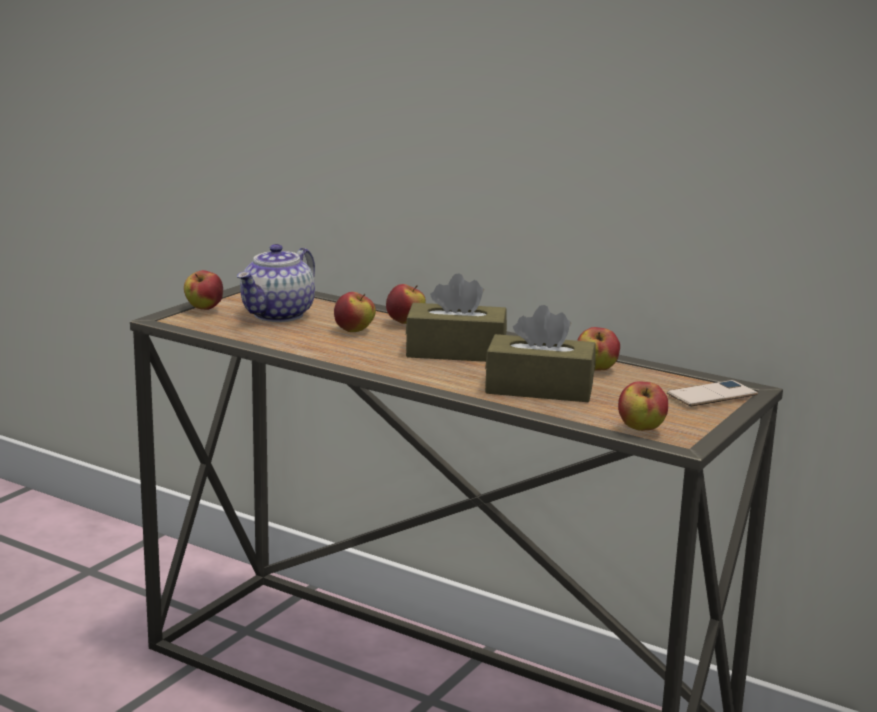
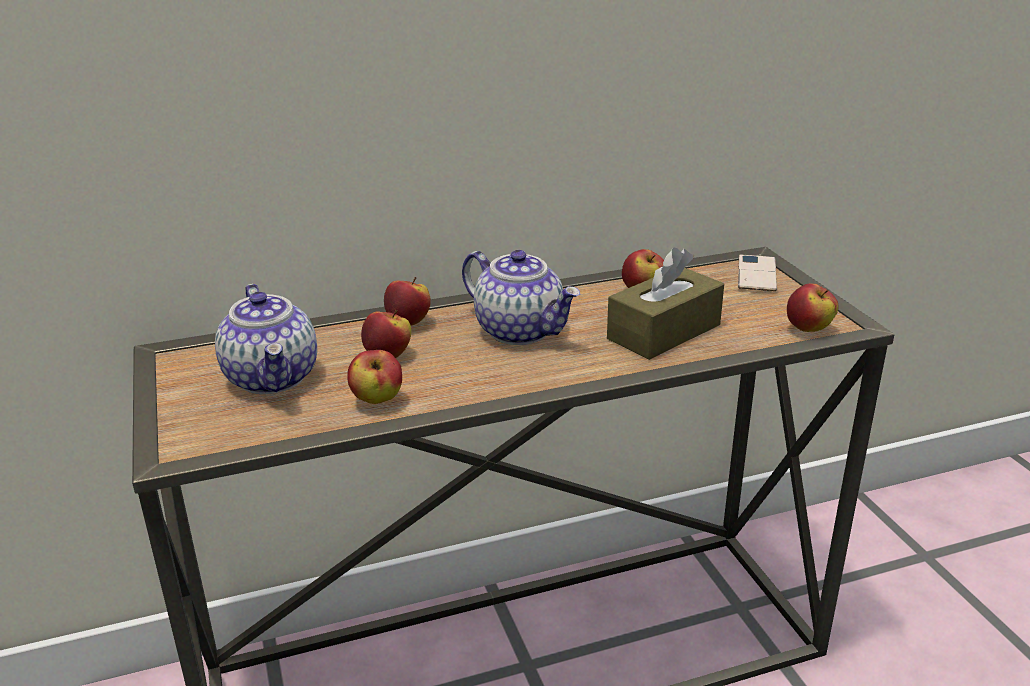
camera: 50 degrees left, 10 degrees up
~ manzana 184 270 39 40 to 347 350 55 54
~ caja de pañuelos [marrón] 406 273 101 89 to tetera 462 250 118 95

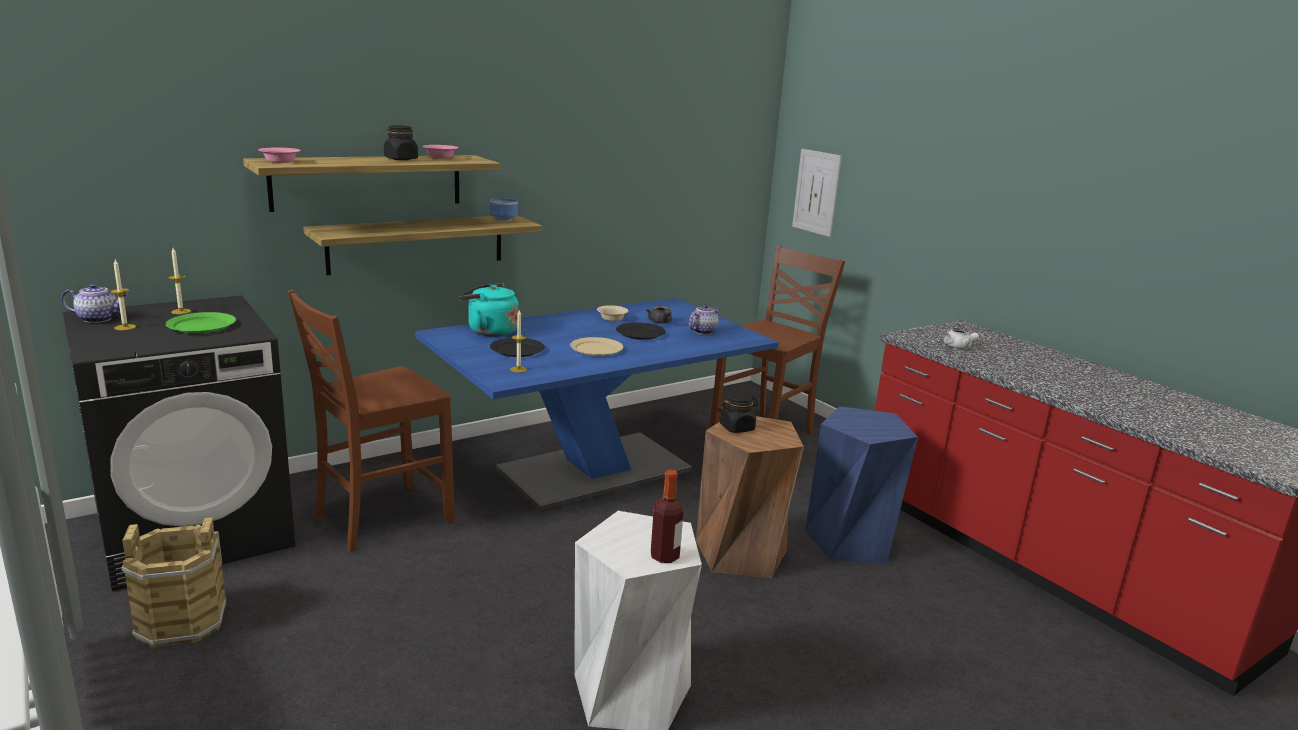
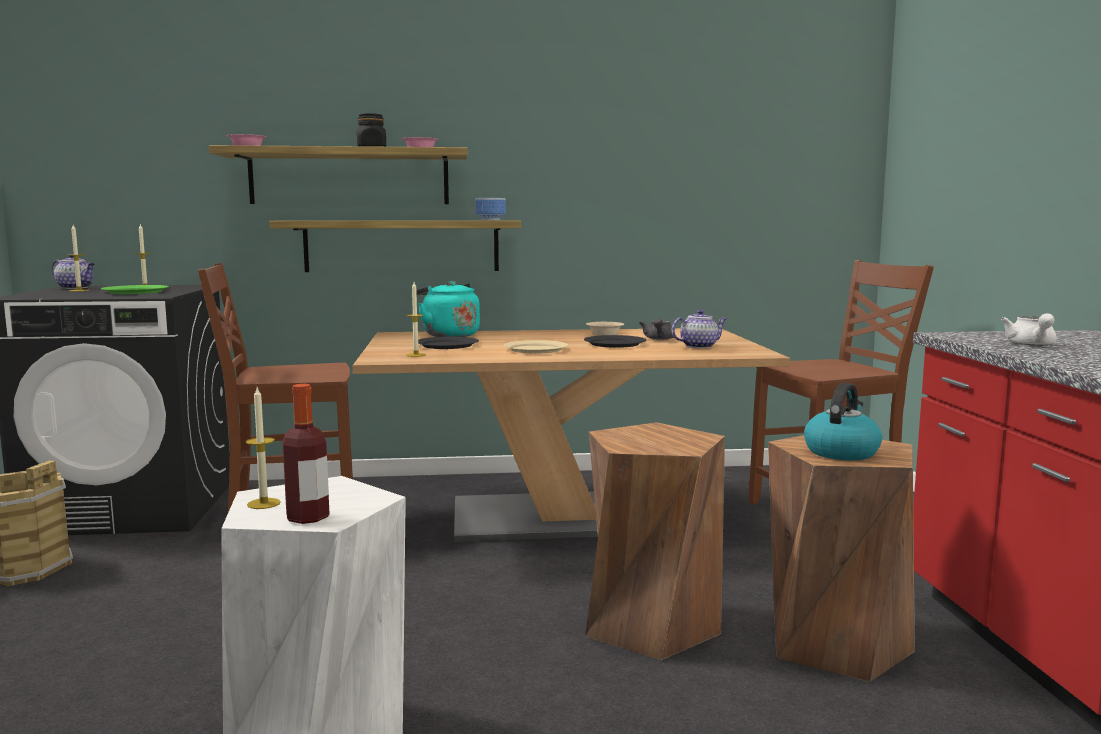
camera: 30 degrees right, 10 degrees down
- tarro [negro] 720 392 38 41
- cuadro 792 149 50 88
+ vela 246 388 35 121
+ hervidor 804 383 78 77
~ mesa de comedor [azul] 415 298 364 213 to mesa de comedor [marrón] 353 328 437 214
~ taburete [azul] 805 406 113 158 to taburete [marrón] 768 435 147 247

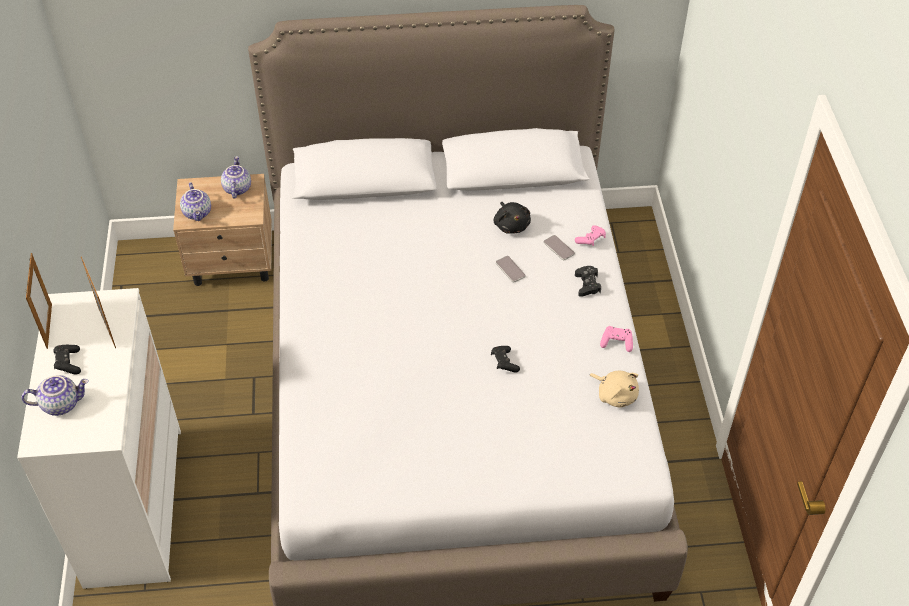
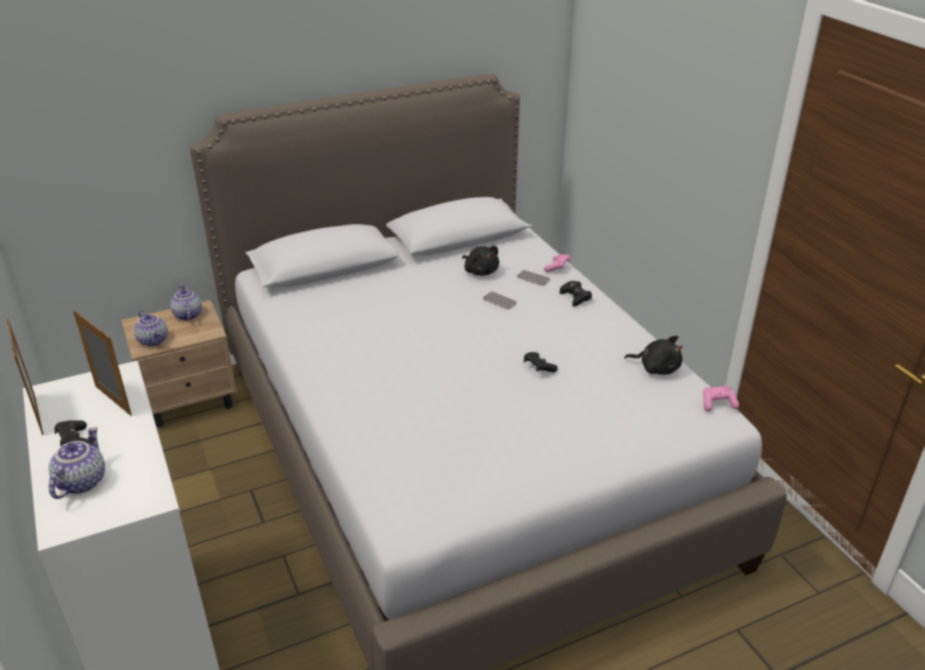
camera: 20 degrees left, 15 degrees down
~ mando de consola [rosa] 600 326 33 26 to 703 386 36 26
~ peluche [beis] 589 371 50 37 to peluche [negro] 625 336 58 39
~ tetera 22 375 67 41 = 49 427 56 72 45 degrees counterclockwise

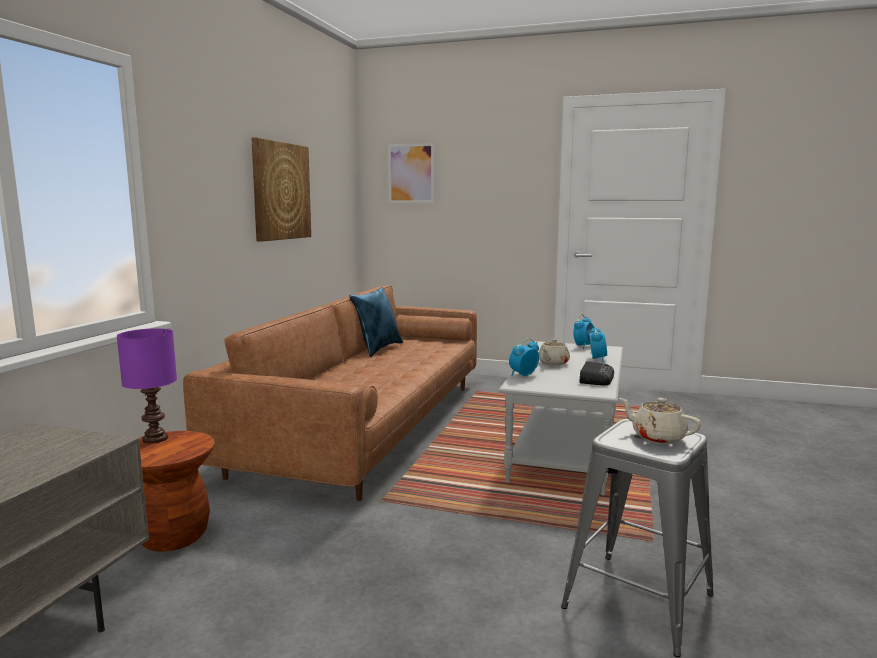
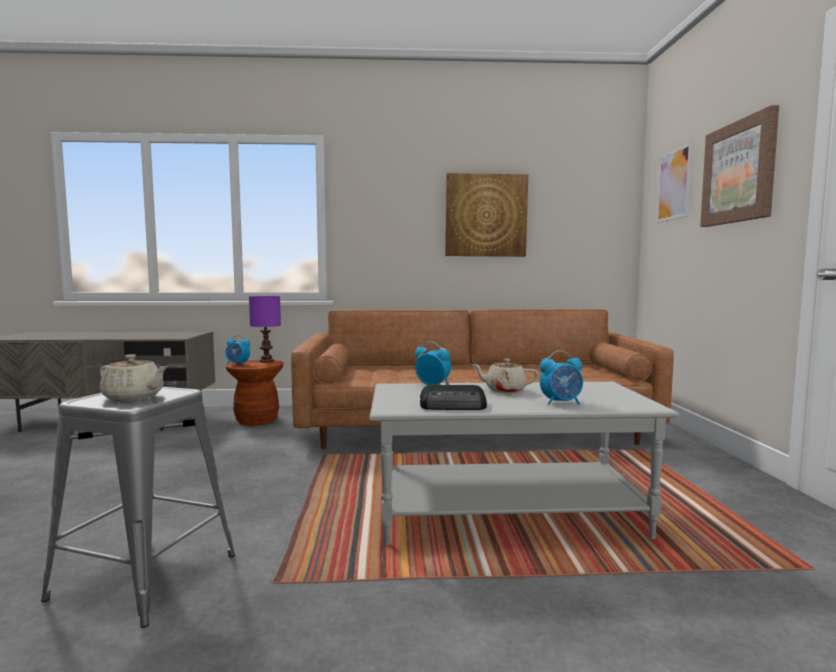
camera: 70 degrees right, 5 degrees down
- cojín [azul] 350 287 53 70
+ cuadro 700 105 79 122
~ despertador 573 314 21 35 to 225 335 25 30
~ tetera [beis] 619 398 82 46 = 100 354 68 47 90 degrees clockwise

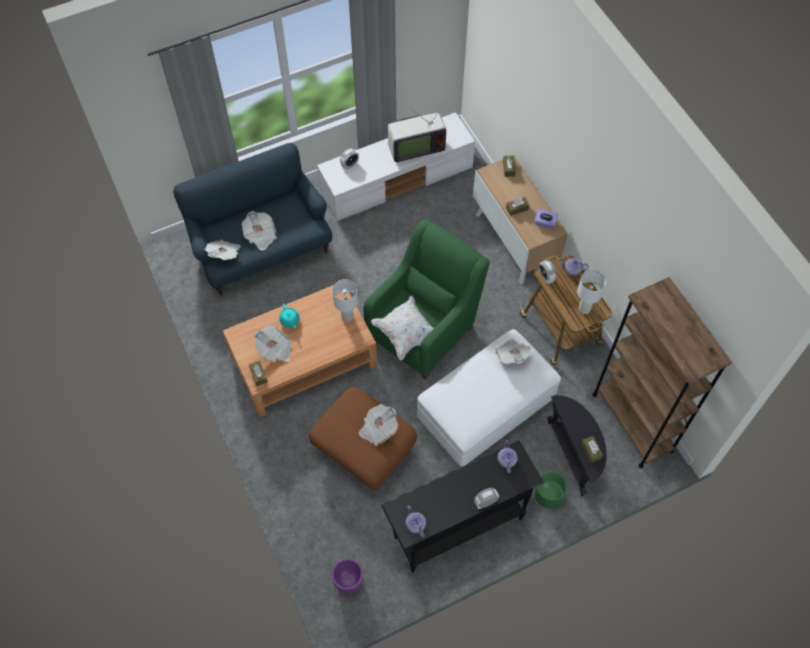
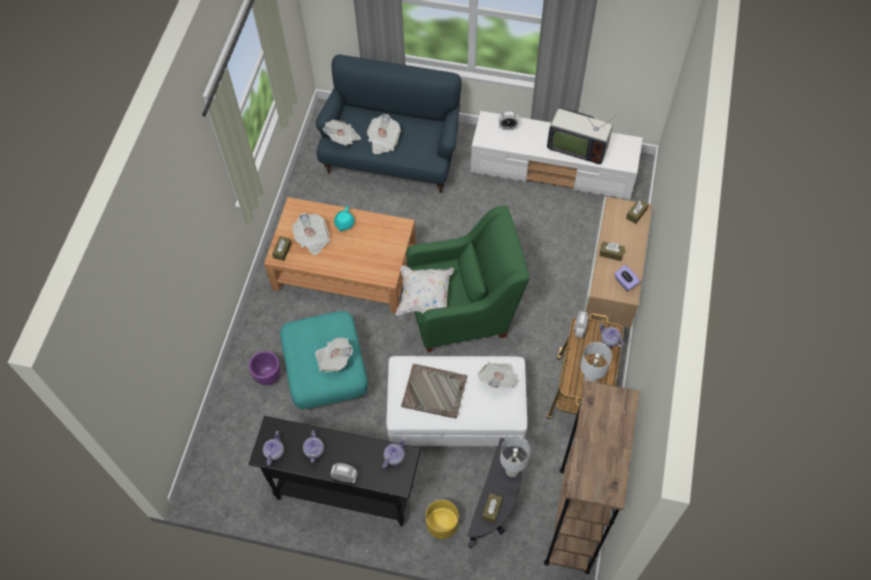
camera: 40 degrees right, 0 degrees up
+ tetera 303 430 21 32
+ bandeja [gris] 401 364 67 54
~ lámpara de mesa [blanco] 332 279 26 43 to 500 436 30 41
~ maceta [morado] 332 558 31 36 to 249 351 32 34
~ puf [marrón] 309 387 108 103 to puf [turquesa] 280 311 88 101
~ maceta [verde] 534 471 33 37 to maceta [amarillo] 426 500 33 39

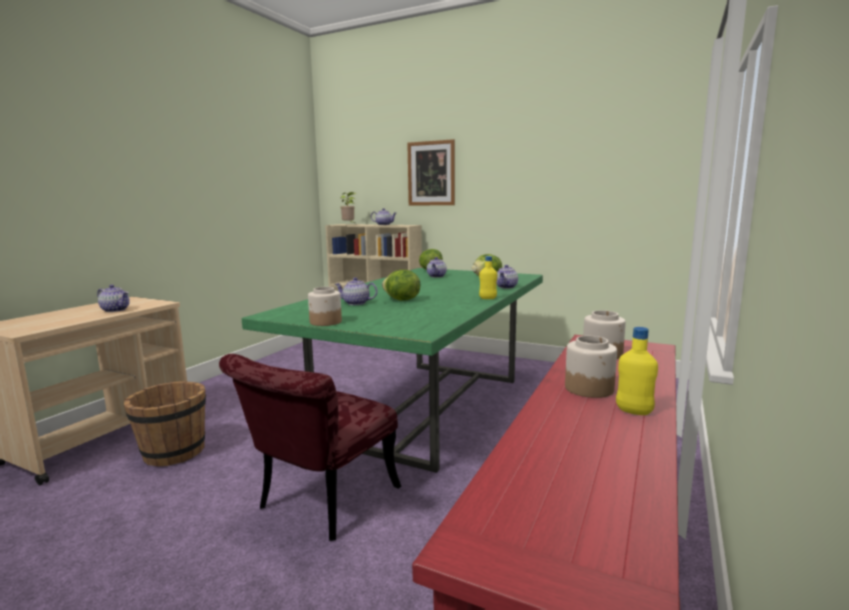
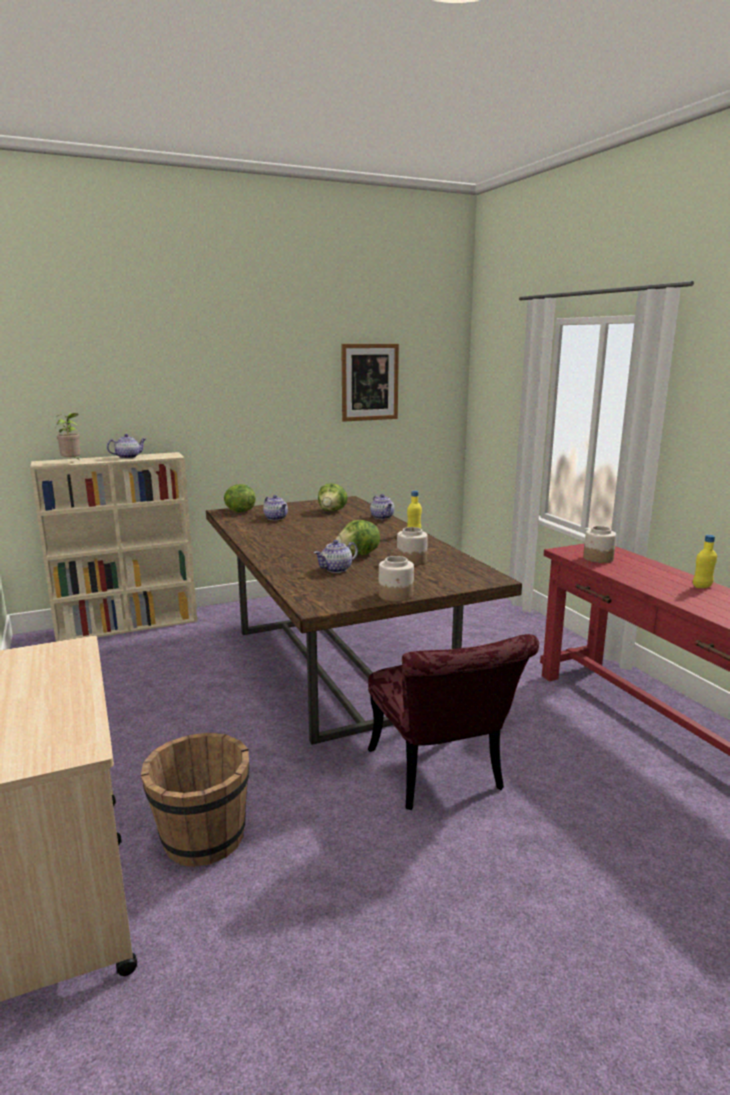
camera: 50 degrees left, 5 degrees up
- tetera 97 285 33 27
~ cuadro 407 139 48 67 to 341 344 58 78
~ tarro 565 336 52 62 to 397 527 31 39
~ mesa de comedor [verde] 242 268 301 205 to mesa de comedor [marrón] 206 496 316 249

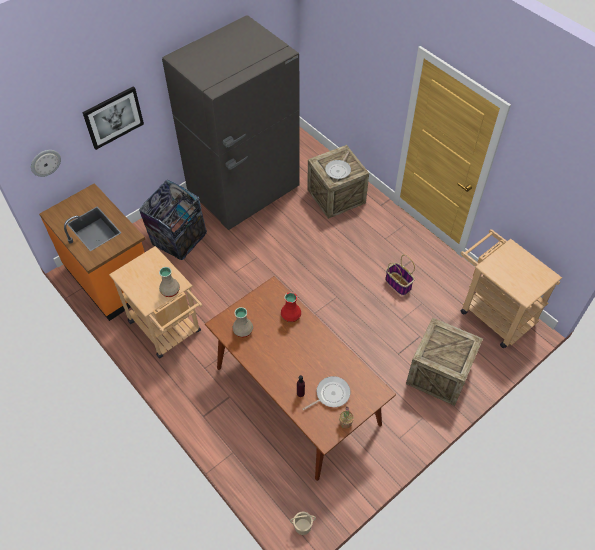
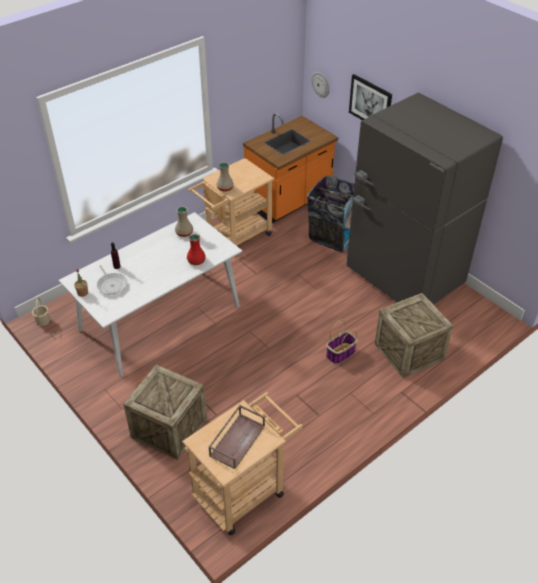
camera: 90 degrees right, 10 degrees down
- sartén 325 152 26 27
+ bandeja [marrón] 208 405 57 64
~ cesta 385 255 30 41 to 326 320 31 44
~ mesa de comedor [marrón] 205 276 191 205 to mesa de comedor [blanco] 59 212 184 165

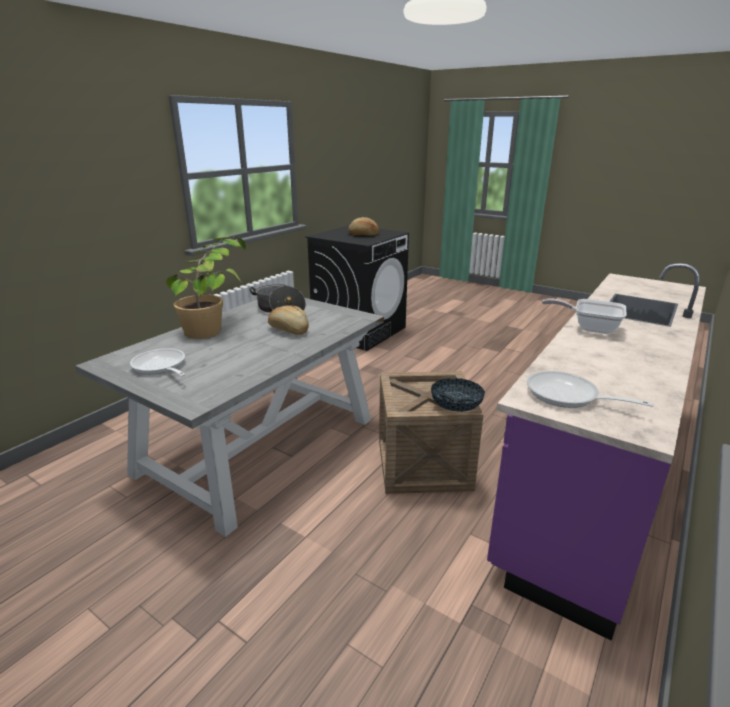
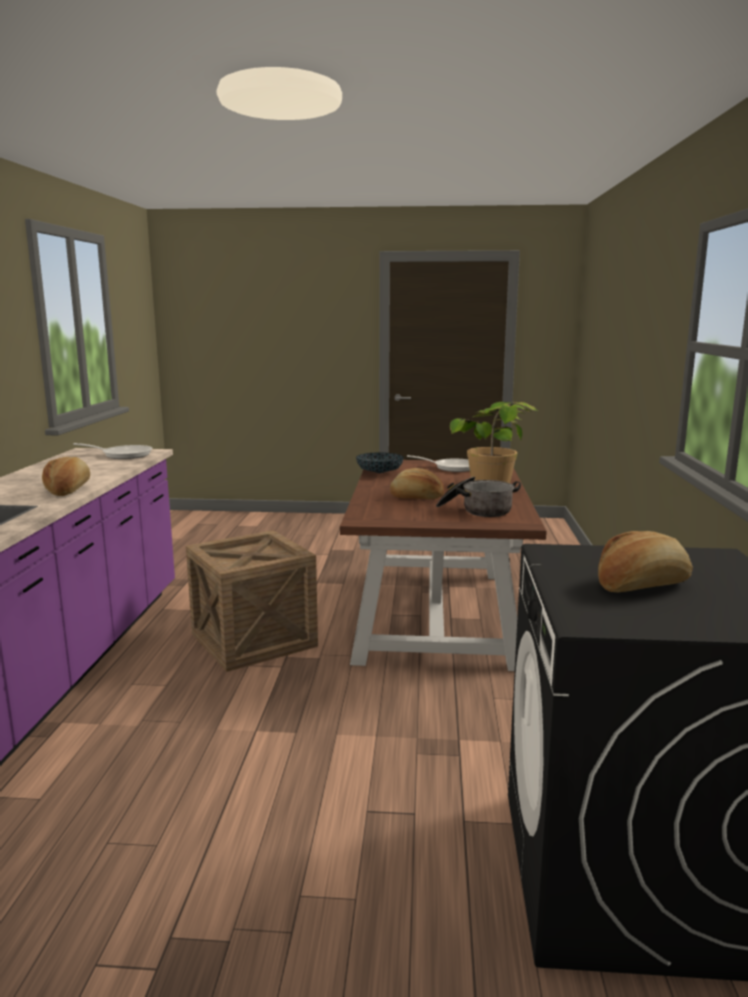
camera: 150 degrees right, 10 degrees down
~ cuenco 431 378 54 34 to 356 452 48 21
~ sartén 542 298 84 36 to pan 42 457 48 39
~ mesa de comedor [gris] 75 298 309 239 to mesa de comedor [marrón] 340 460 207 211

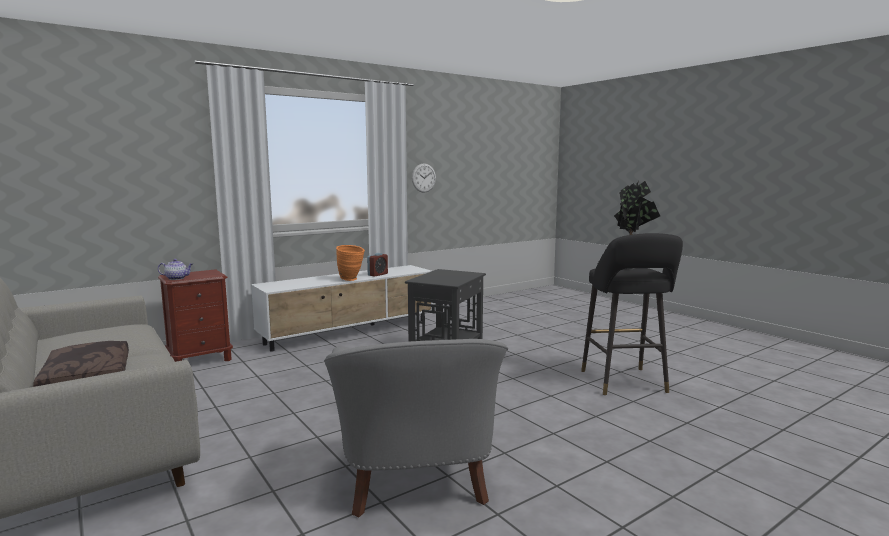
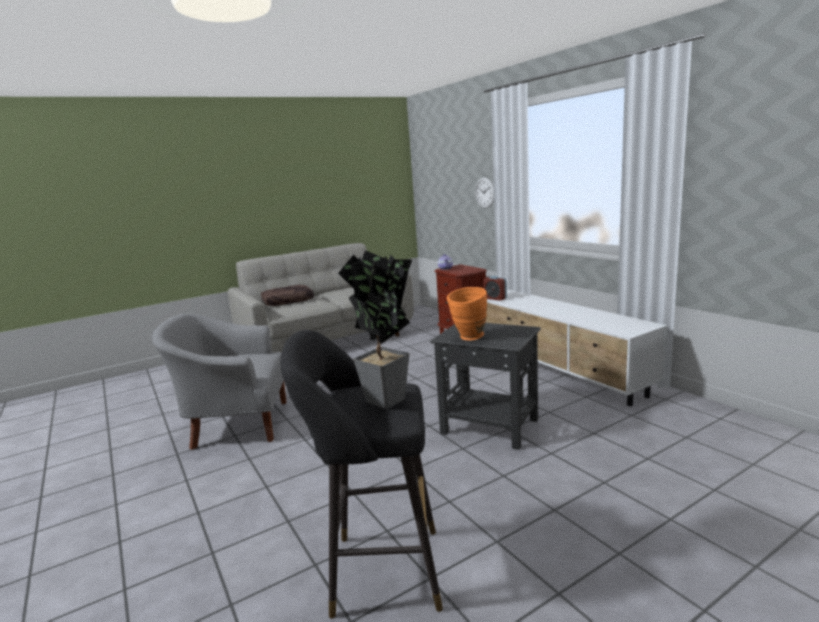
camera: 95 degrees right, 5 degrees up
~ florero [naranja] 336 245 29 36 to 447 287 40 53
~ despertador 367 253 21 24 to 483 276 24 25
~ reloj de pared 412 163 24 30 to 475 177 19 31

